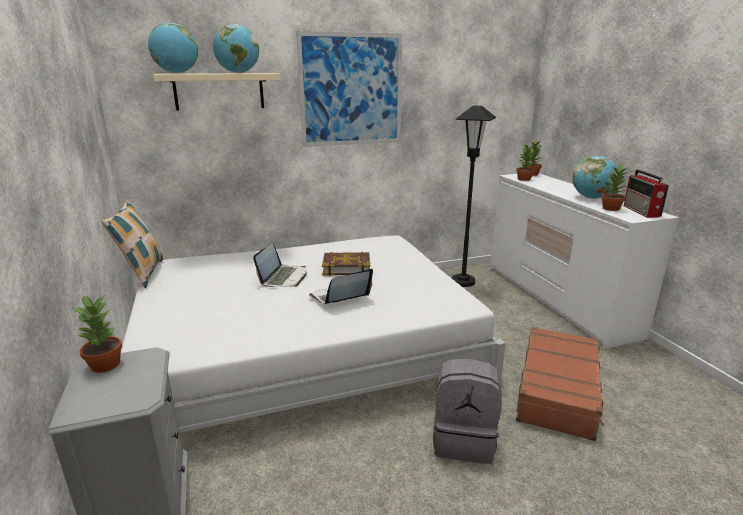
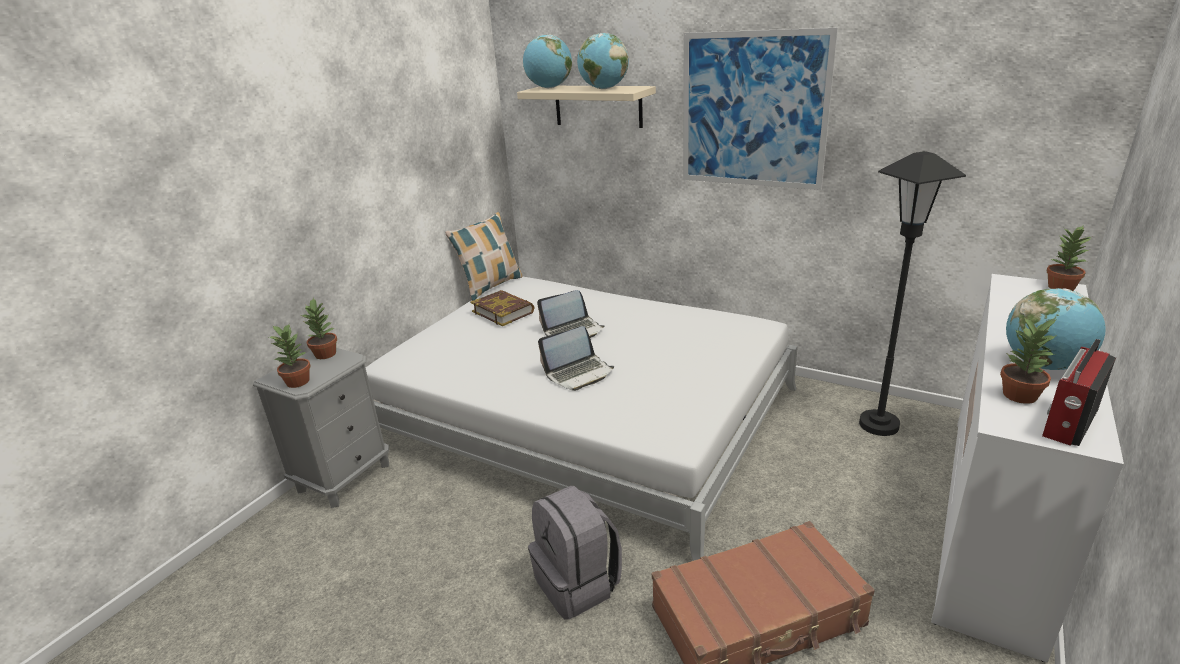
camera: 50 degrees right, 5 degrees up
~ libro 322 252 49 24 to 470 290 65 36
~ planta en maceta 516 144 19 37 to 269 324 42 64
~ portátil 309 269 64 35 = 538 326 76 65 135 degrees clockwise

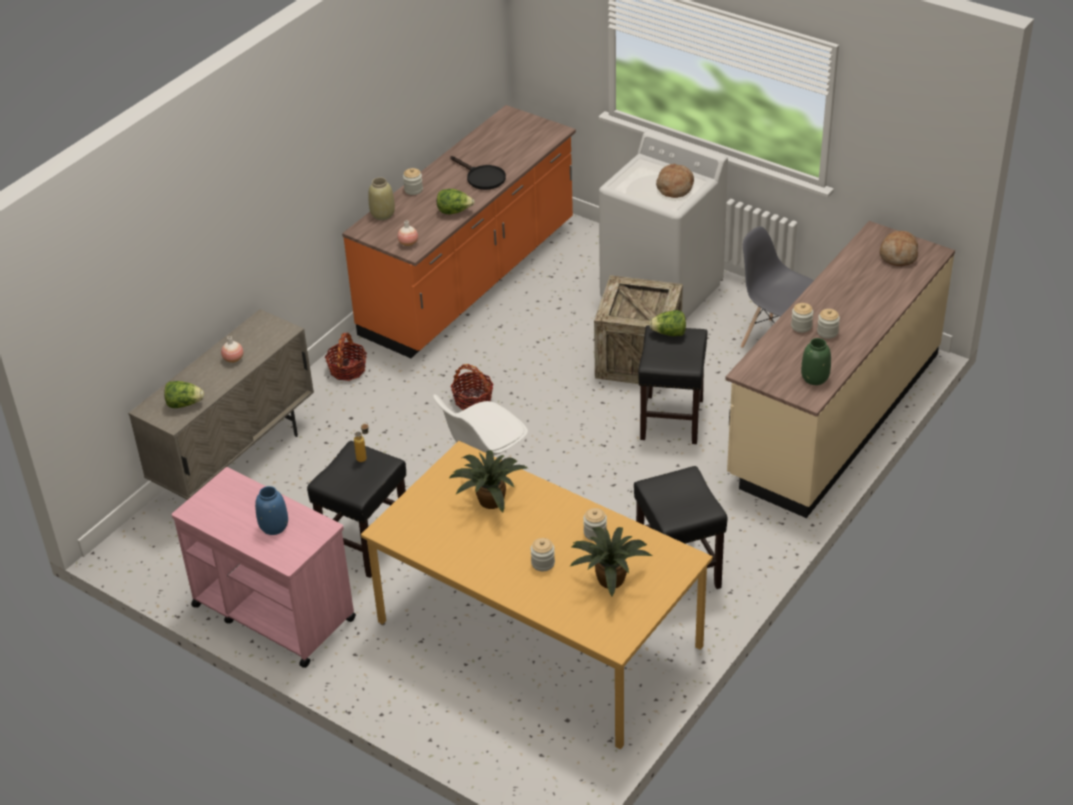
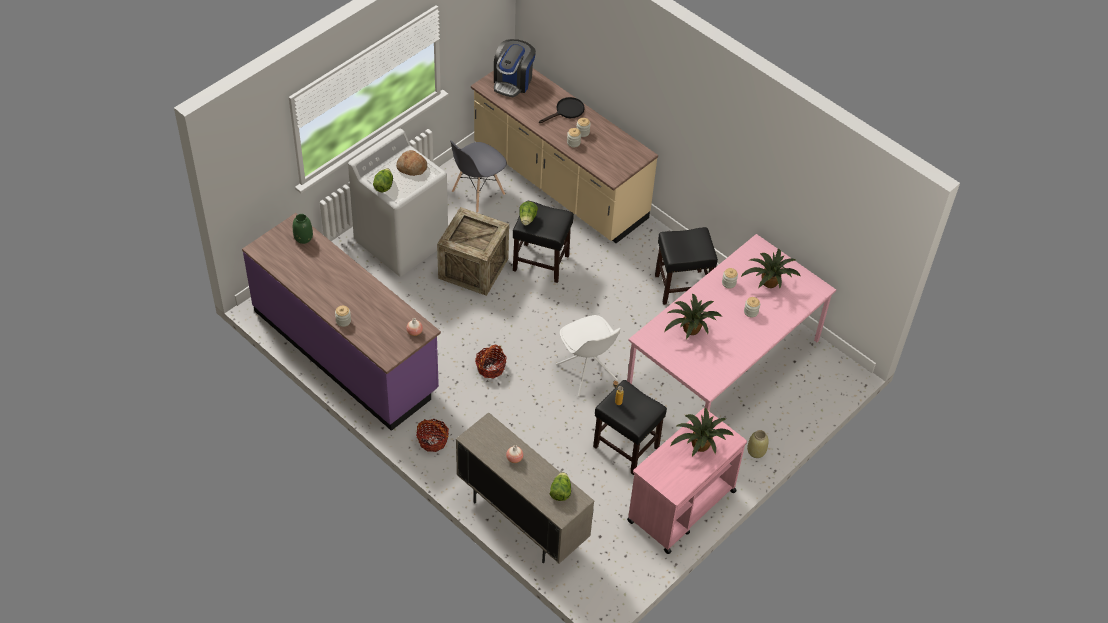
camera: 85 degrees left, 10 degrees up
~ florero [beis] 368 177 27 43 to 747 430 21 28
~ lechuga 437 189 38 25 to 373 168 20 24
~ sartén [negro] 450 156 56 34 to 539 97 46 26
~ florero [verde] 801 338 30 47 to 293 214 20 30
~ florero [azul] 255 486 33 49 to planta en maceta 670 408 64 48
~ pan 880 231 38 35 to cafetera 494 39 42 58
~ mueble bajo de cocina [naranja] 342 105 234 253 to mueble bajo de cocina [morado] 242 213 199 218
~ mesa de comedor [naranja] 361 441 352 309 to mesa de comedor [rosa] 627 234 209 177

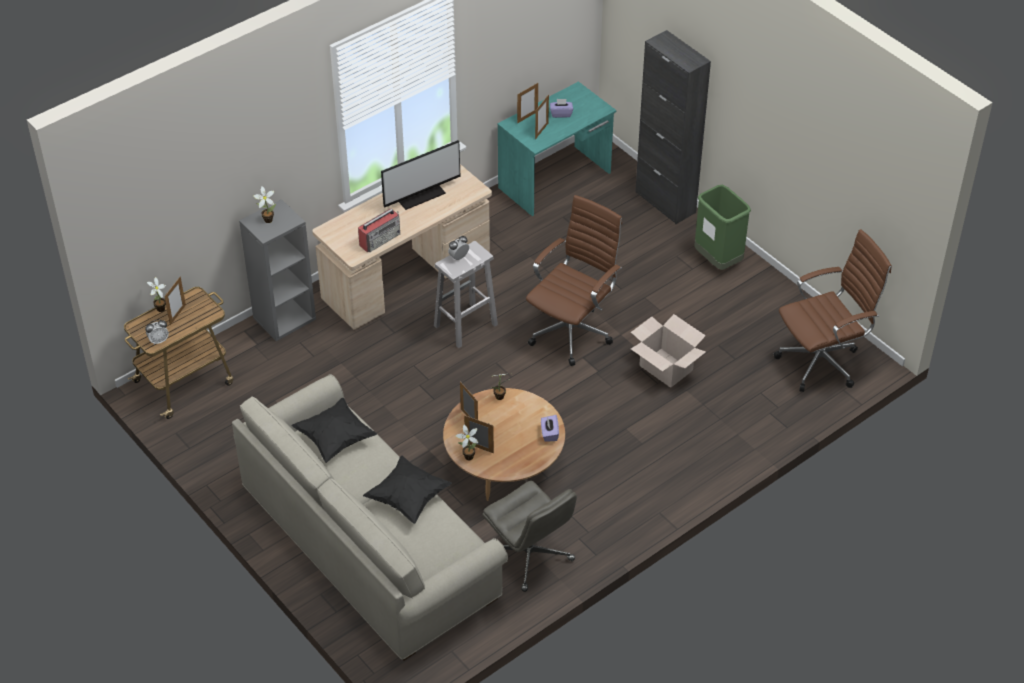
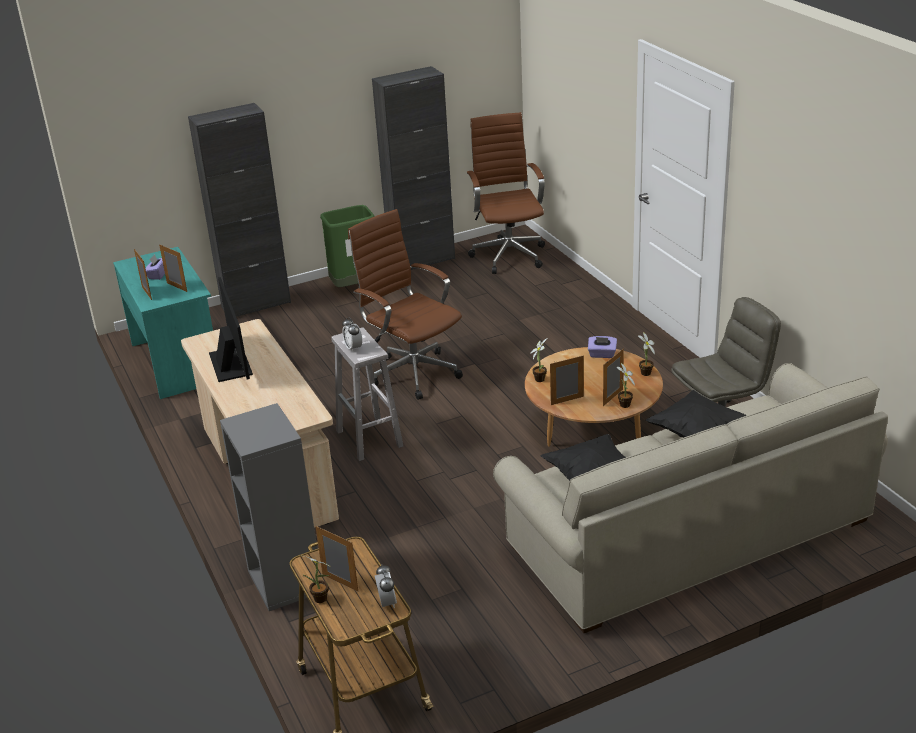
camera: 75 degrees left, 15 degrees down
- radio 358 209 42 43
- caja de cartón 631 314 75 74
+ armario [negro] 372 66 83 204
~ planta en maceta 253 186 23 37 to 638 332 17 44

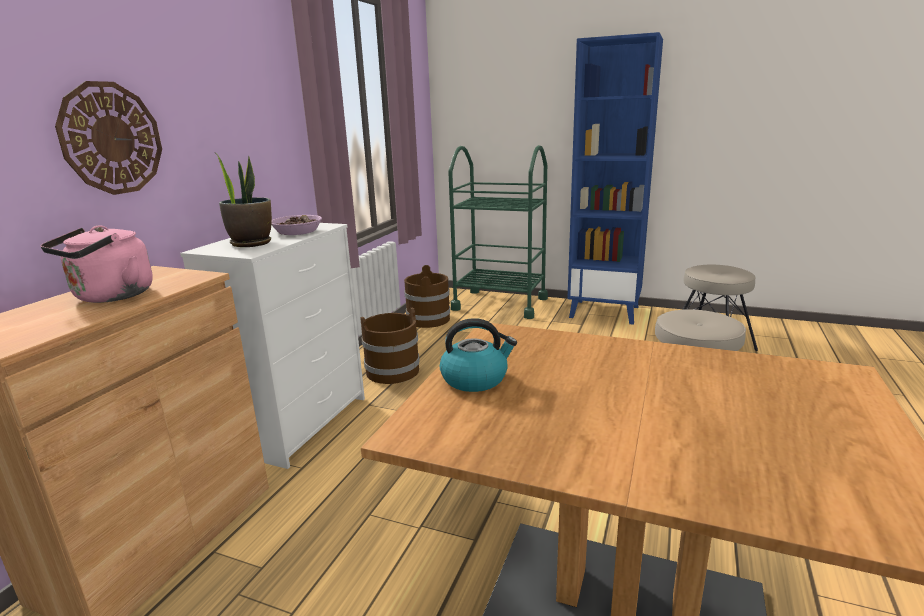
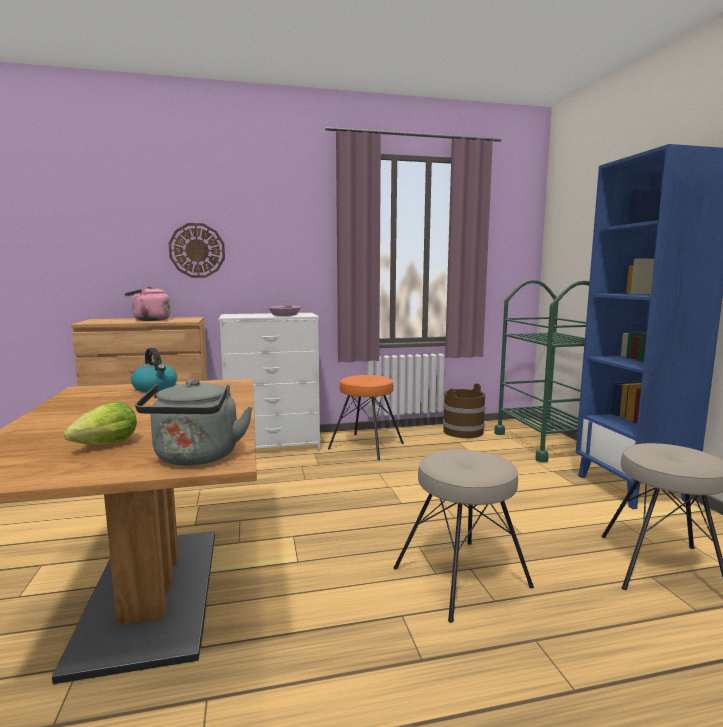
camera: 55 degrees right, 10 degrees down
- planta en maceta 214 152 58 95
+ lechuga 64 402 73 43
+ hervidor [gris] 135 379 118 87
~ cubo [marrón] 360 307 60 77 to taburete [naranja] 328 375 76 85

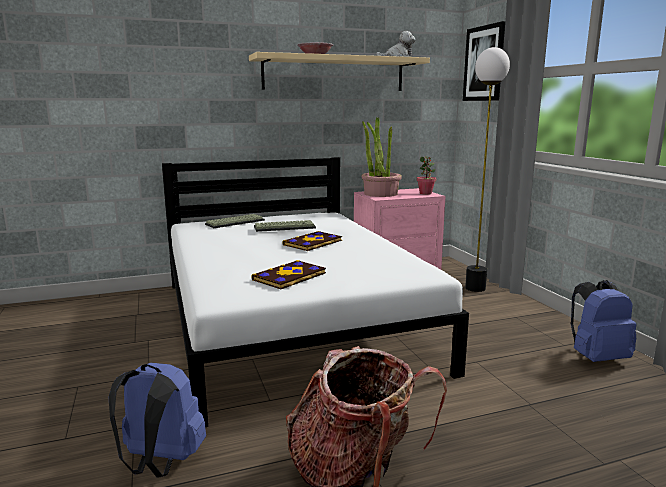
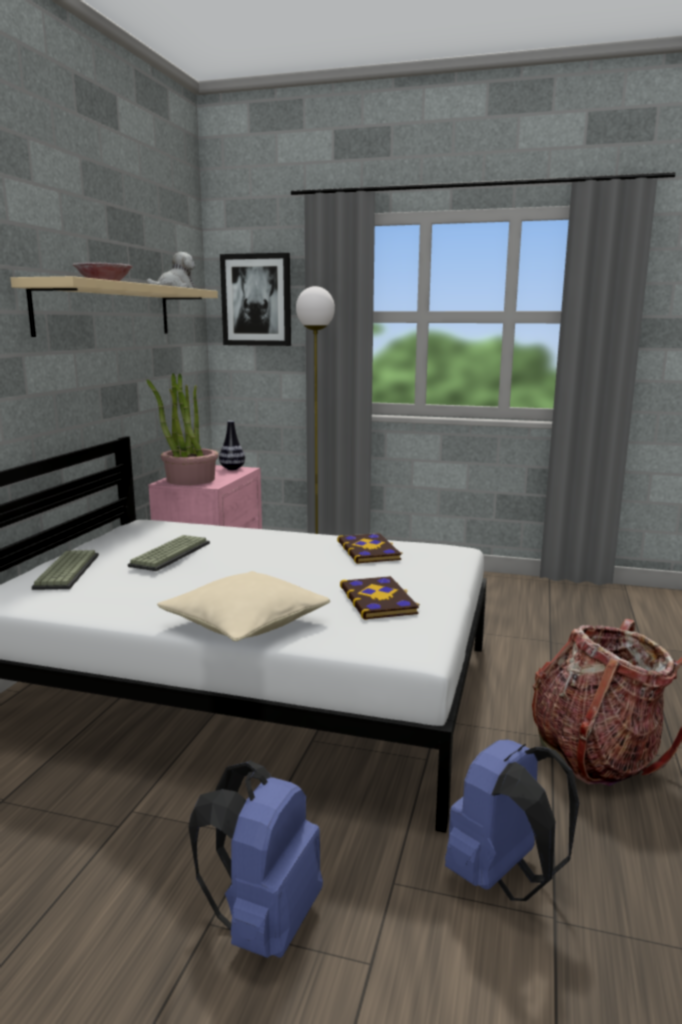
camera: 55 degrees left, 0 degrees up
+ cojín [beis] 157 571 173 70
~ libro 282 231 60 20 to 337 533 66 31
~ mochila [azul] 571 280 66 82 to 188 761 135 197
~ planta en maceta 416 156 20 39 to florero 219 421 26 49

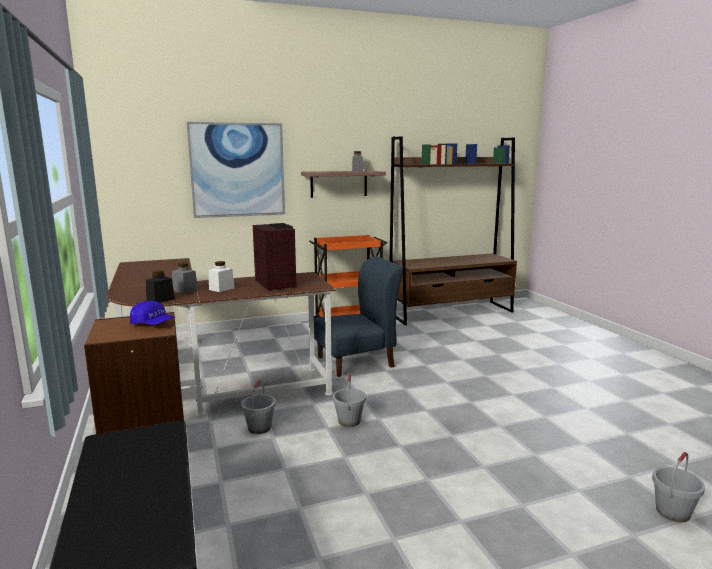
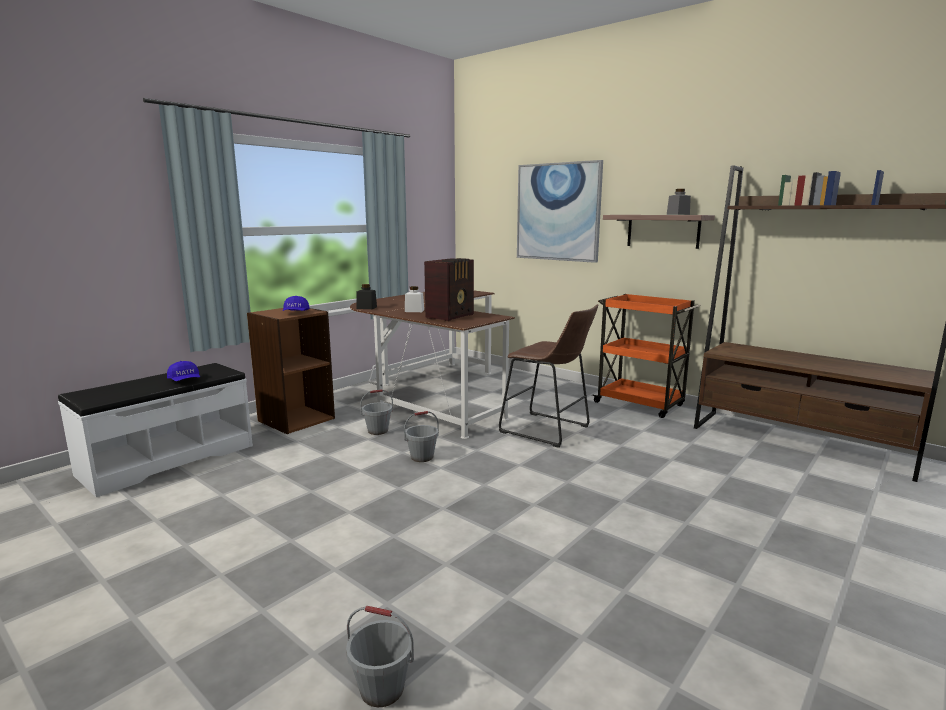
camera: 60 degrees right, 0 degrees up
- tarro [gris] 172 263 26 31
+ gorra [azul] 167 361 33 20
~ silla [azul] 314 256 89 121 to taburete [marrón] 499 304 99 144

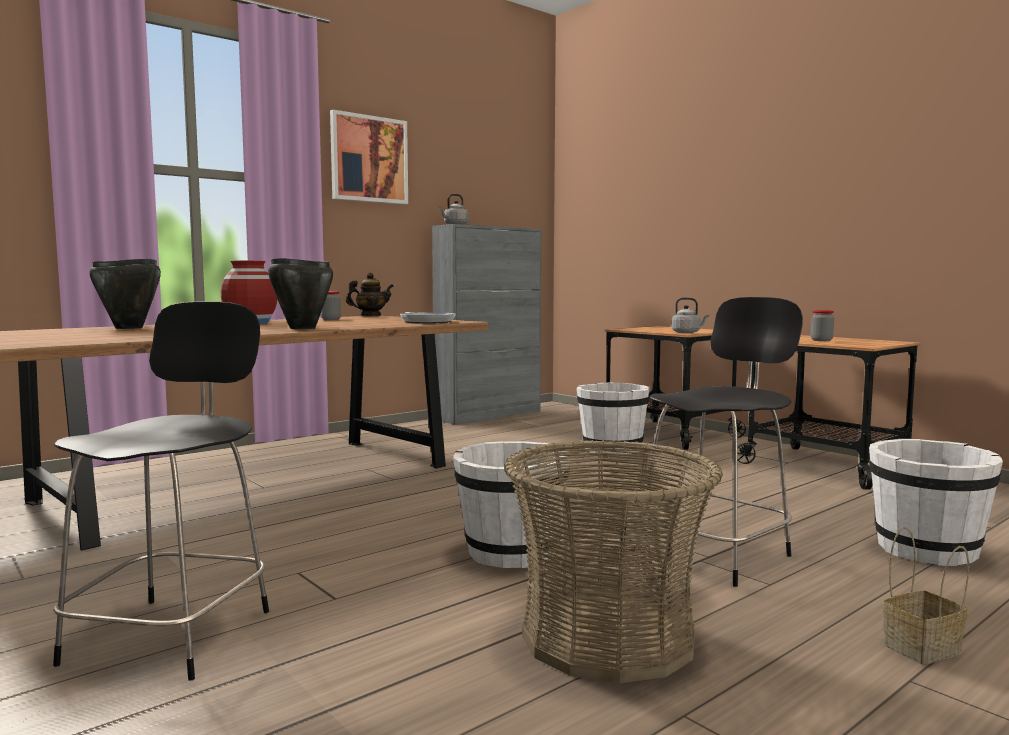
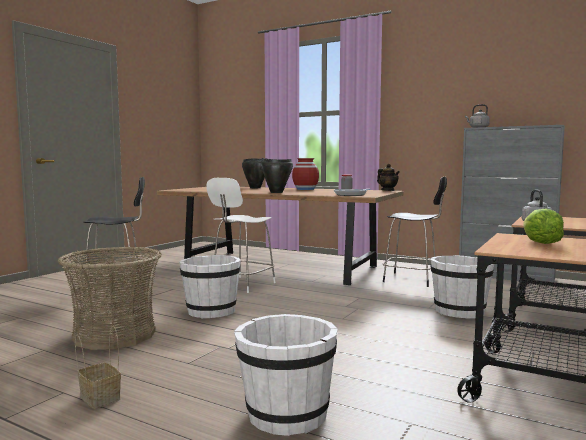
camera: 70 degrees right, 0 degrees up
- cuadro 330 110 78 94
+ silla [blanco] 206 178 70 115
~ silla [negro] 638 297 165 290 to 382 176 65 111
~ tarro 811 310 23 31 to lechuga 523 209 41 35

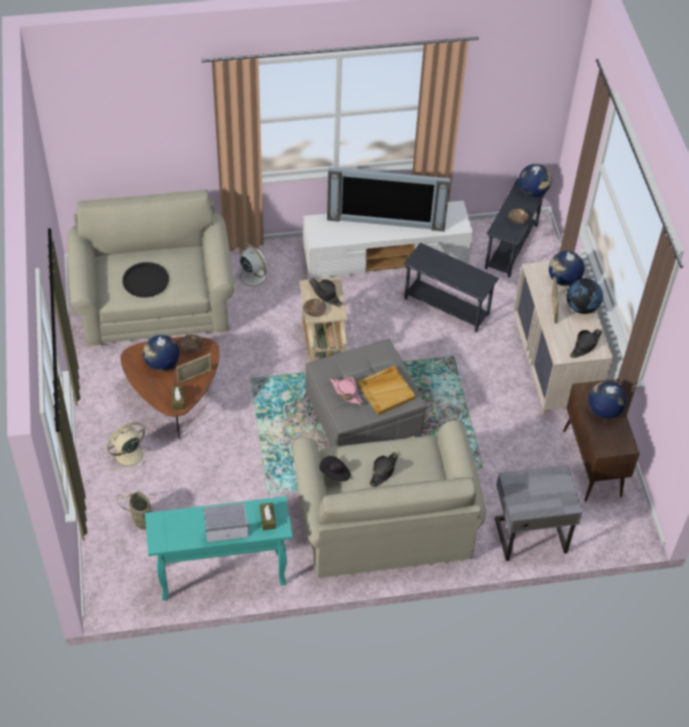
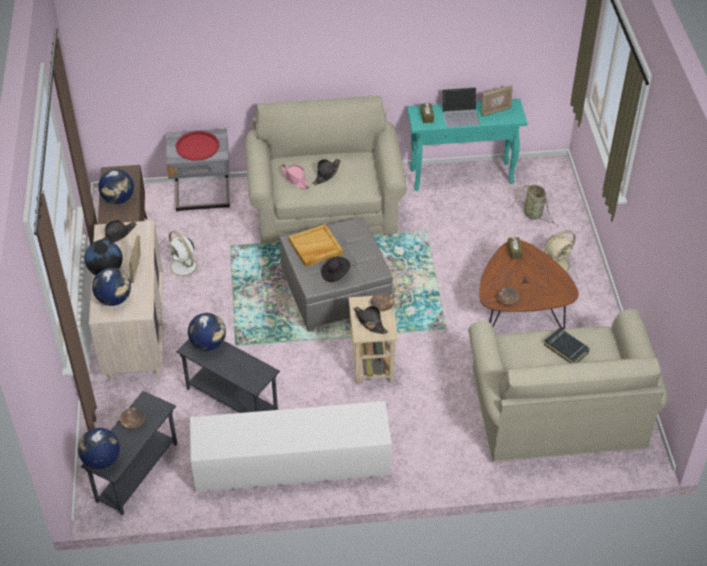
camera: 175 degrees left, 5 degrees down
- televisor 327 167 124 65
+ bandeja [rojo] 175 131 44 30
~ globo terráqueo 143 335 36 36 to 188 313 38 38
~ portarretratos 176 353 36 31 to 481 85 32 32
~ ventilador [blanco] 233 243 39 48 to 164 231 41 50
~ sombrero [negro] 319 456 32 25 to 321 257 30 25
~ sombrero [rosa] 330 377 35 28 to 280 164 30 26
~ bandeja [negro] 122 262 47 35 to libro [negro] 544 328 46 35

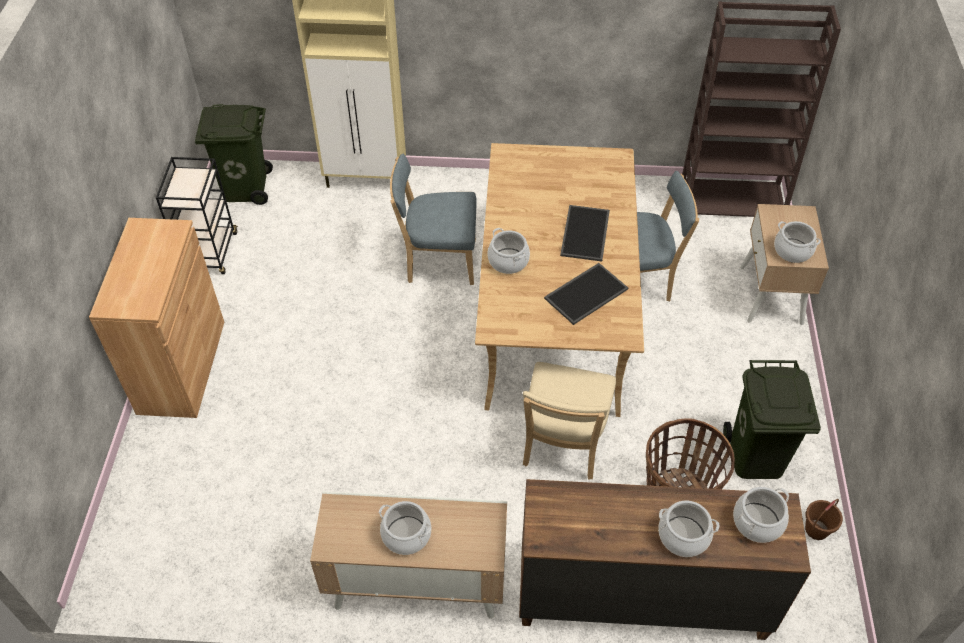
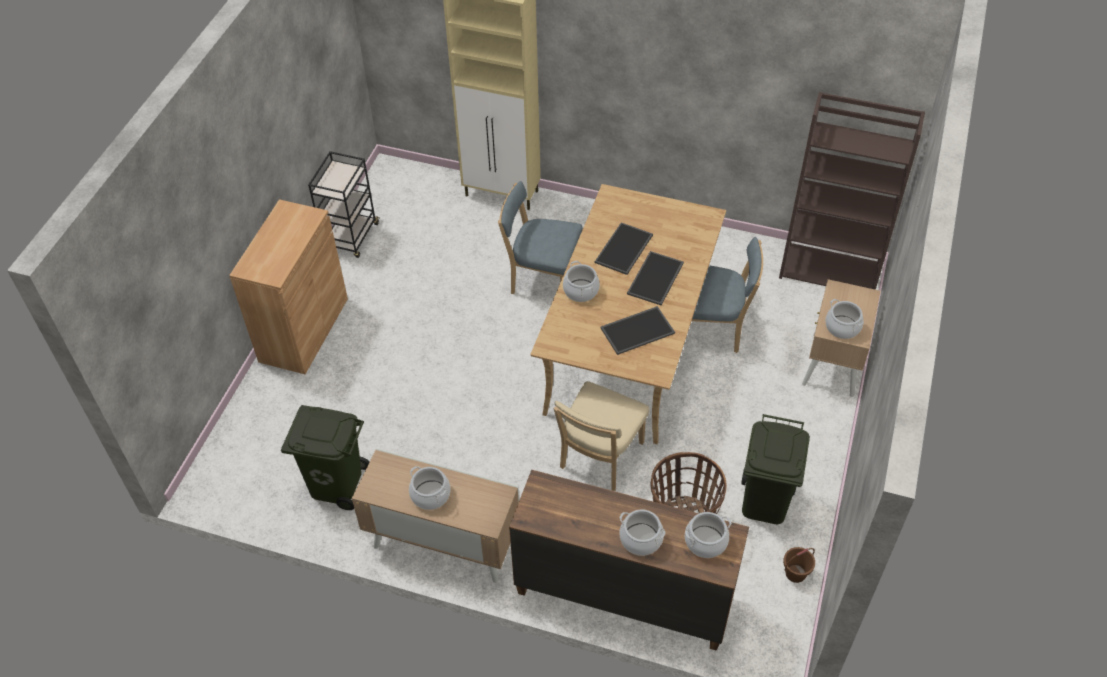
camera: 15 degrees right, 0 degrees up
+ bandeja 595 223 58 52
~ papelera [verde] 195 104 78 101 to 281 405 89 105

